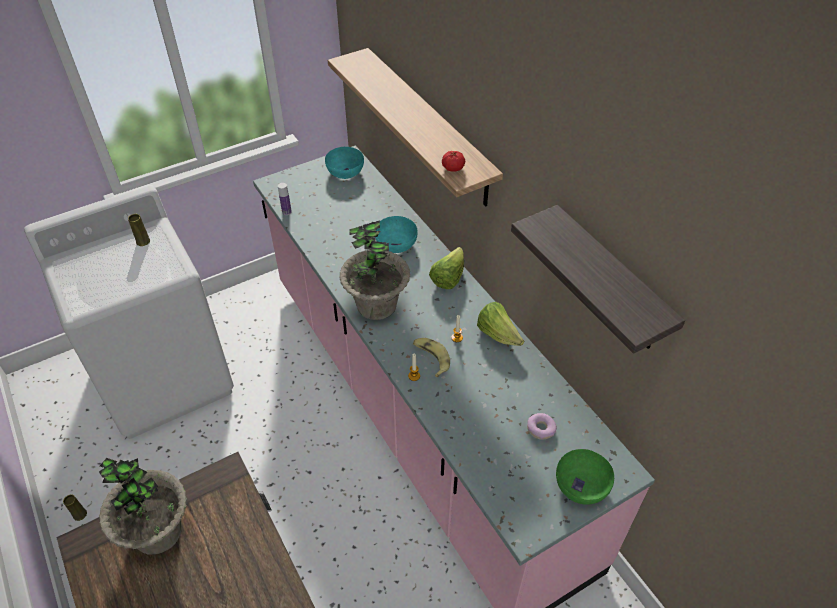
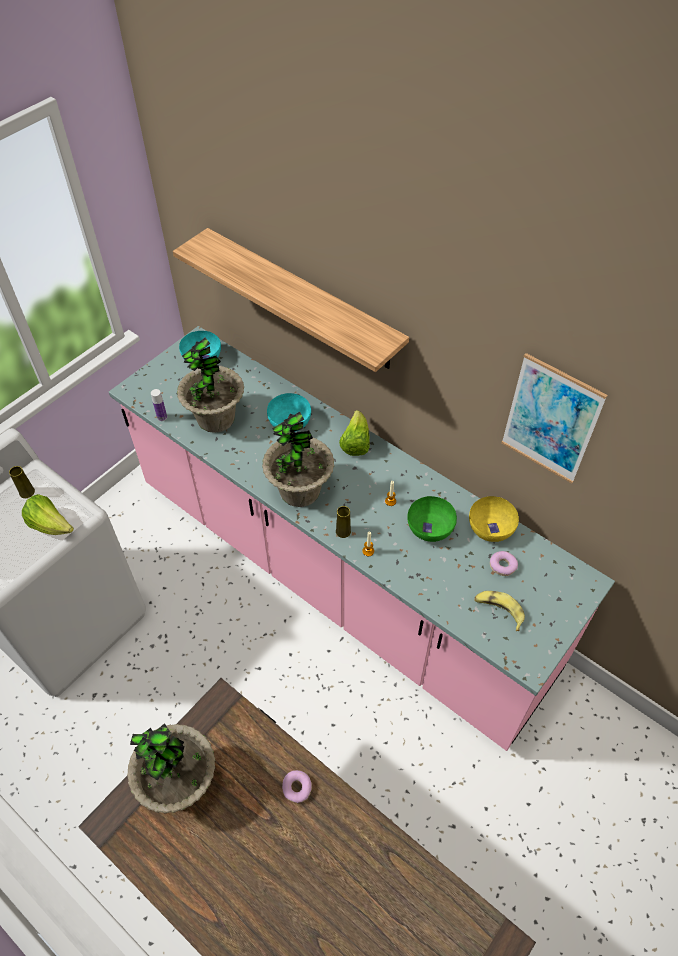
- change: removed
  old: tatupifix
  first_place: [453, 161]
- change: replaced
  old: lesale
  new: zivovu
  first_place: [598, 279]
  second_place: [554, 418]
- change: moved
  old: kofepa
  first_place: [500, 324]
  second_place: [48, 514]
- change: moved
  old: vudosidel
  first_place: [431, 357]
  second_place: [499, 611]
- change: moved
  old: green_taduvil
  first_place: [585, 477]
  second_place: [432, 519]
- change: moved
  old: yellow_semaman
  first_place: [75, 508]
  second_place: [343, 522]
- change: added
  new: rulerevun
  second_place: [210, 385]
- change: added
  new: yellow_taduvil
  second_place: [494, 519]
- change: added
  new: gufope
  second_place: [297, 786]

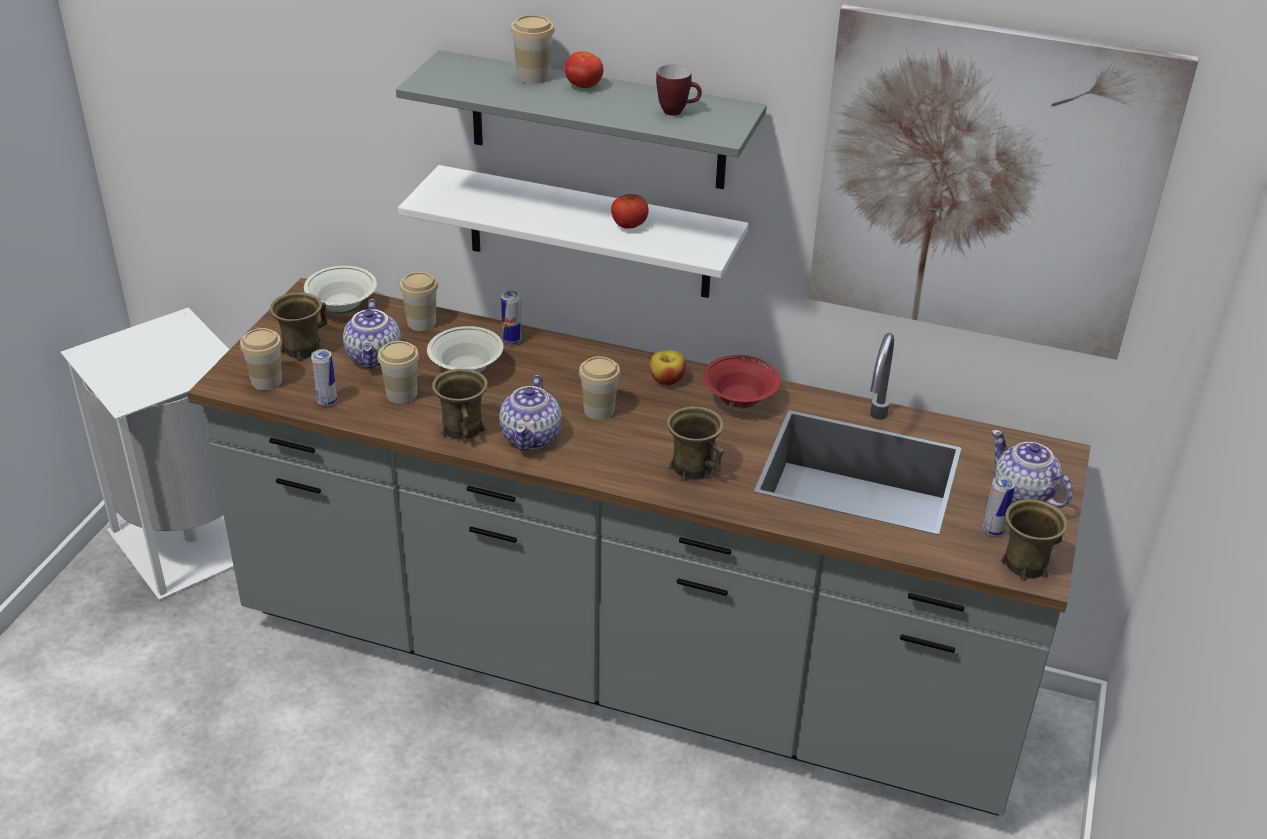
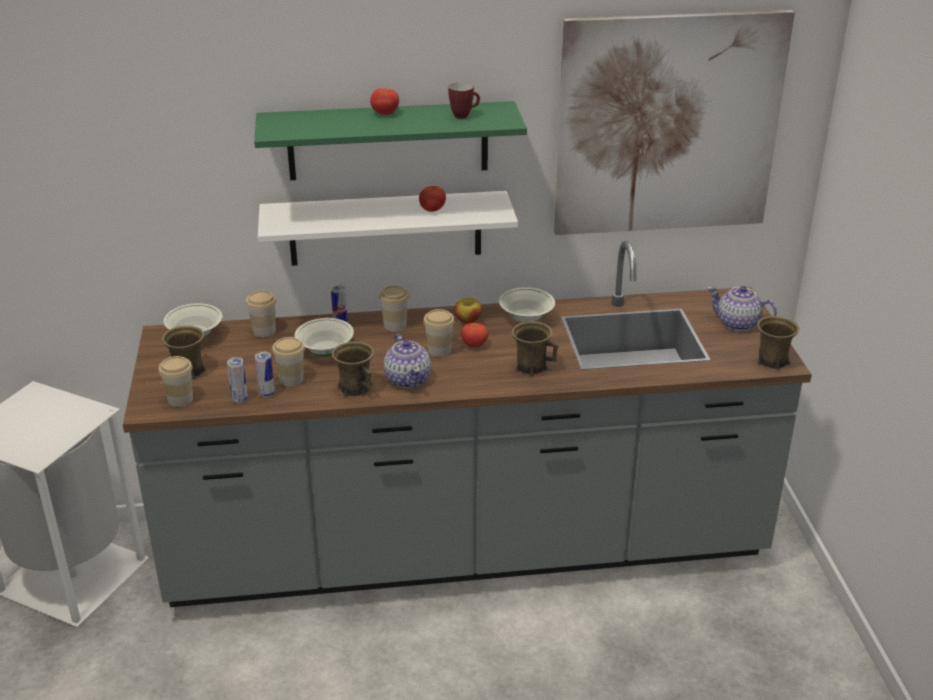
- change: moved
  old: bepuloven
  first_place: [532, 49]
  second_place: [394, 309]
- change: recoloured
  old: grey_lesale
  new: green_lesale
  first_place: [581, 119]
  second_place: [390, 140]
- change: removed
  old: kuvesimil
  first_place: [372, 334]
- change: recoloured
  old: red_taduvil
  new: white_taduvil
  first_place: [742, 382]
  second_place: [527, 305]
- change: moved
  old: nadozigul
  first_place: [999, 505]
  second_place: [265, 374]
- change: added
  new: tatupifix
  second_place: [474, 335]

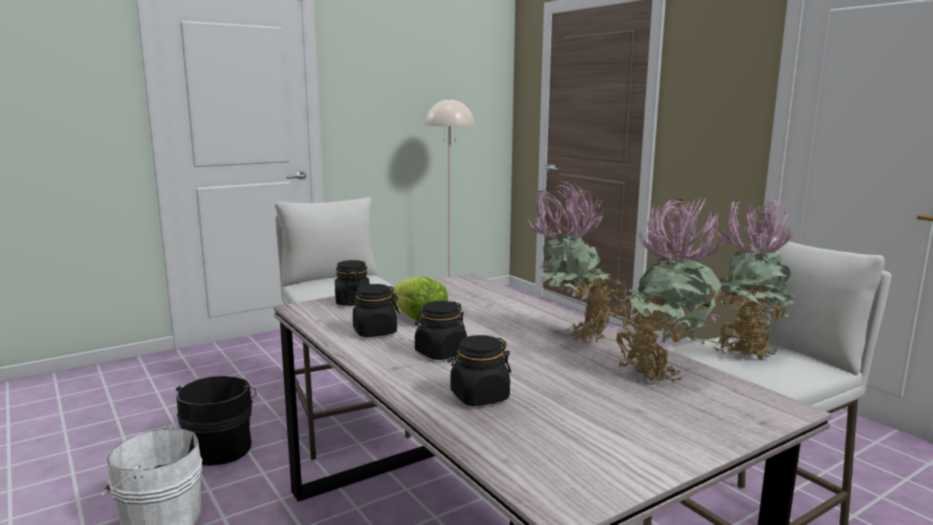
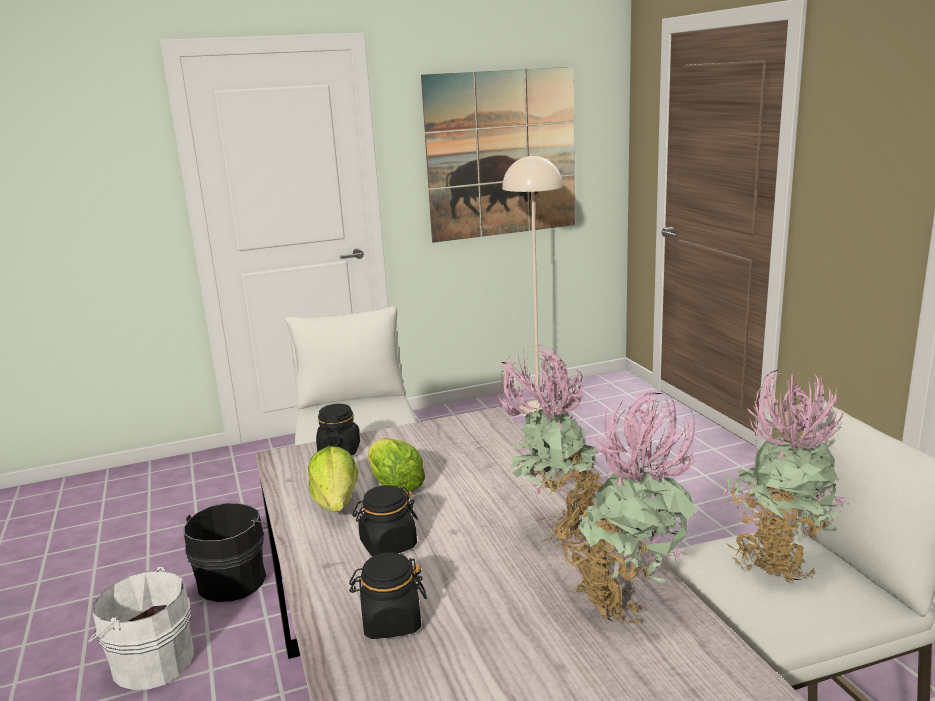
- change: replaced
  old: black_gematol
  new: kofepa
  first_place: [373, 310]
  second_place: [333, 479]
- change: added
  new: zivovu
  second_place: [498, 155]

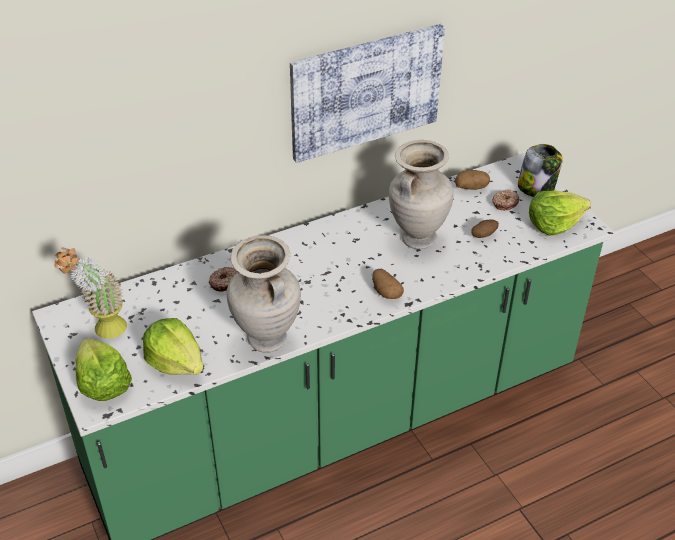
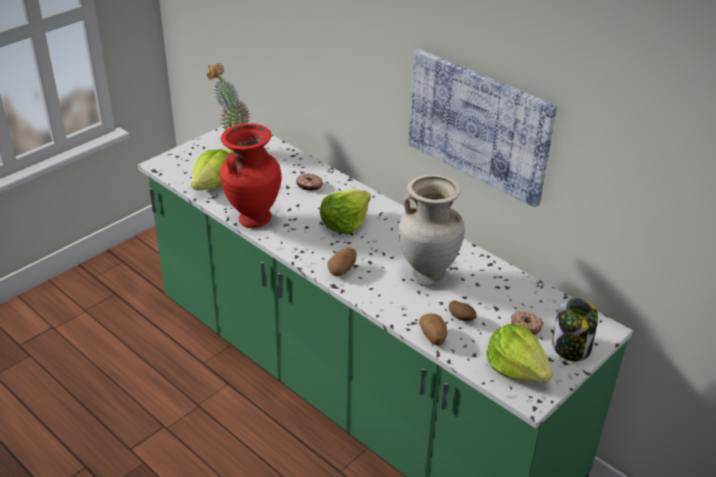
- change: moved
  old: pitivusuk
  first_place: [472, 180]
  second_place: [433, 329]
- change: recoloured
  old: beige_semaman
  new: red_semaman
  first_place: [264, 294]
  second_place: [250, 175]
- change: moved
  old: kofepa
  first_place: [103, 369]
  second_place: [345, 211]

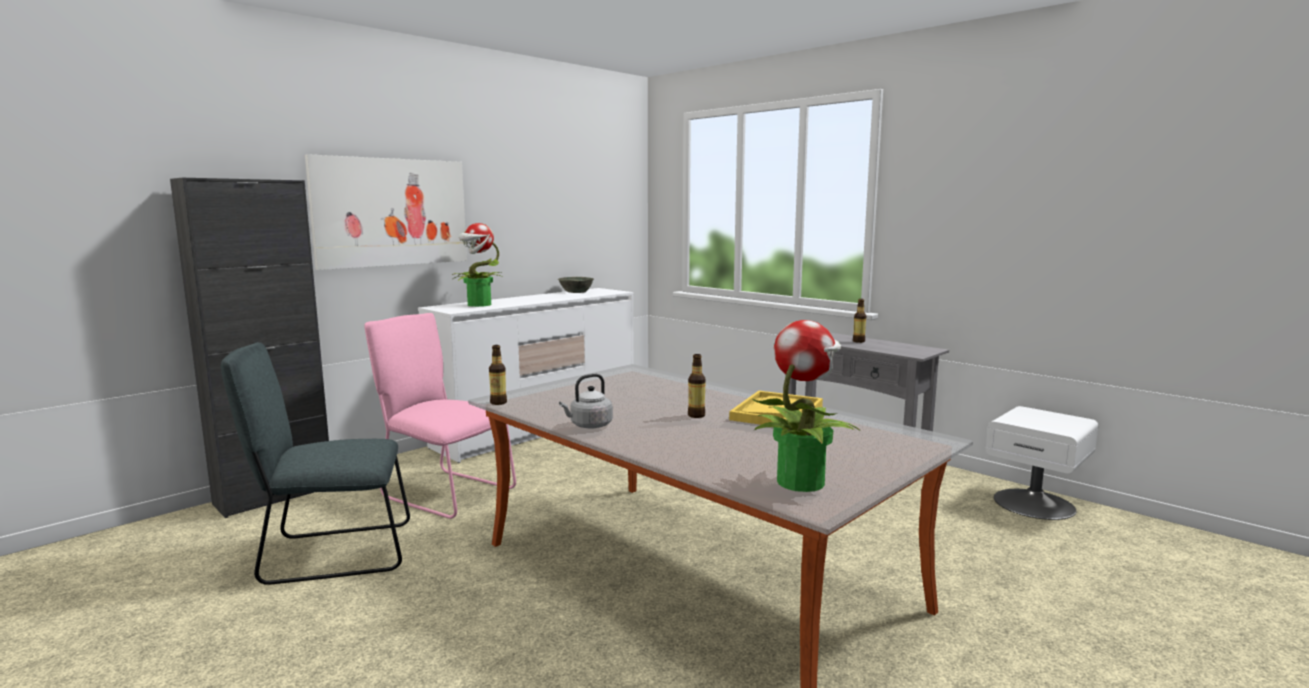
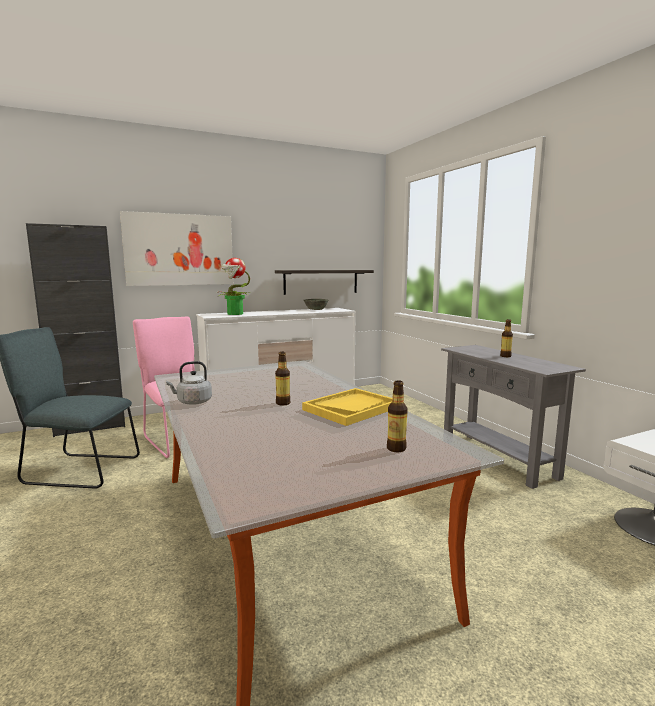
- change: removed
  old: rulerevun
  first_place: [806, 406]
- change: moved
  old: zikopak
  first_place: [498, 375]
  second_place: [397, 416]
- change: added
  new: lesale
  second_place: [324, 282]

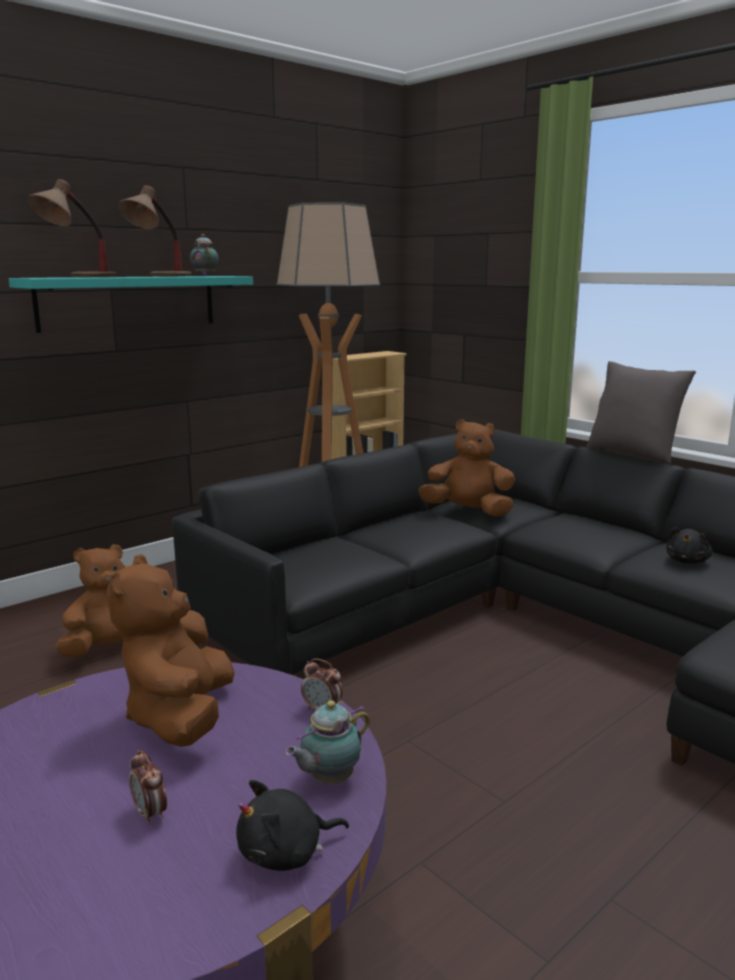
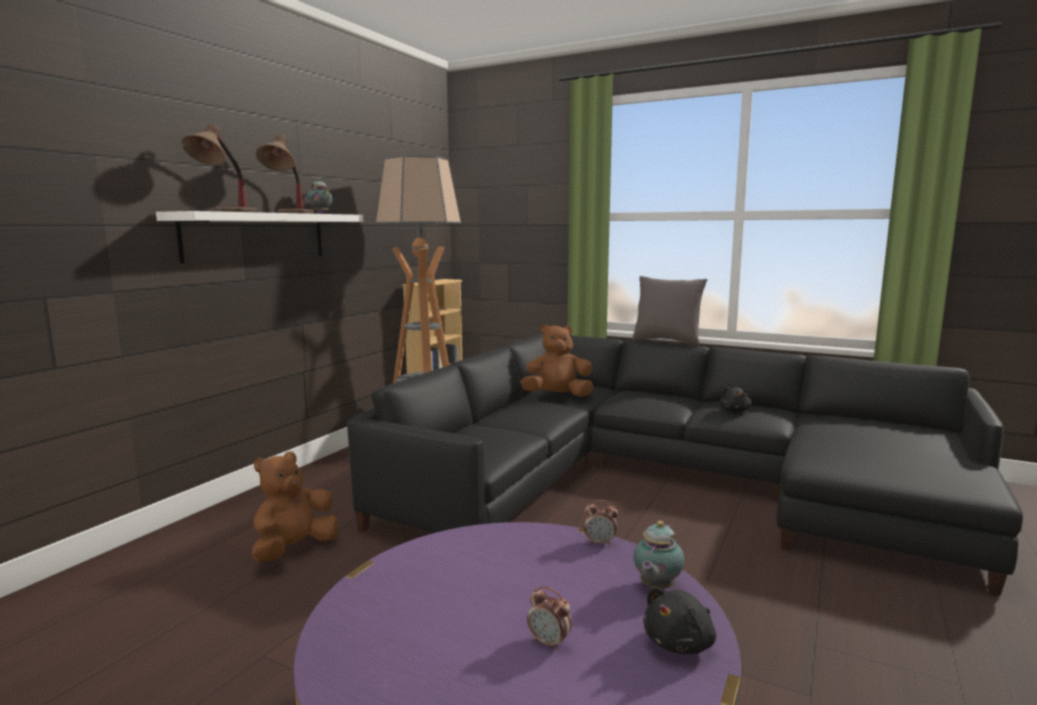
- change: recoloured
  old: turquoise_lesale
  new: white_lesale
  first_place: [131, 304]
  second_place: [259, 237]
- change: removed
  old: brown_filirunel
  first_place: [170, 650]

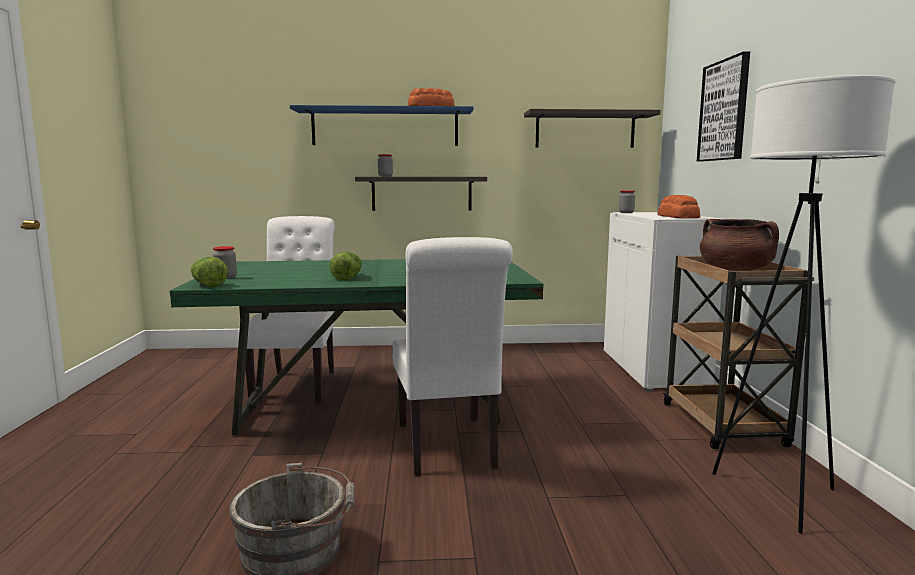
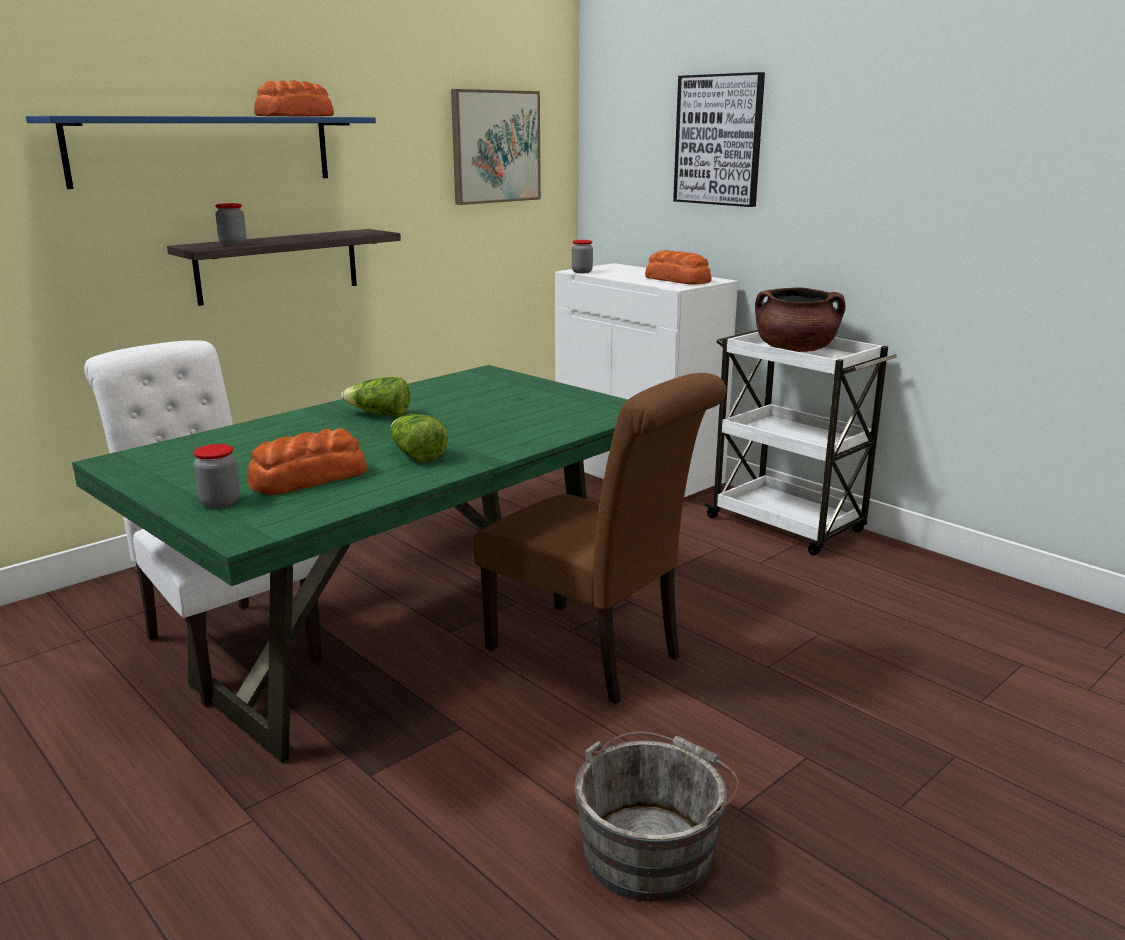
- change: removed
  old: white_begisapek
  first_place: [804, 304]
- change: replaced
  old: lesale
  new: zivovu
  first_place: [592, 128]
  second_place: [496, 147]
- change: recoloured
  old: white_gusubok
  new: brown_gusubok
  first_place: [452, 356]
  second_place: [599, 538]
- change: recoloured
  old: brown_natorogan
  new: white_natorogan
  first_place: [739, 352]
  second_place: [800, 442]
- change: moved
  old: kofepa
  first_place: [209, 272]
  second_place: [375, 397]
- change: added
  new: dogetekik
  second_place: [307, 461]

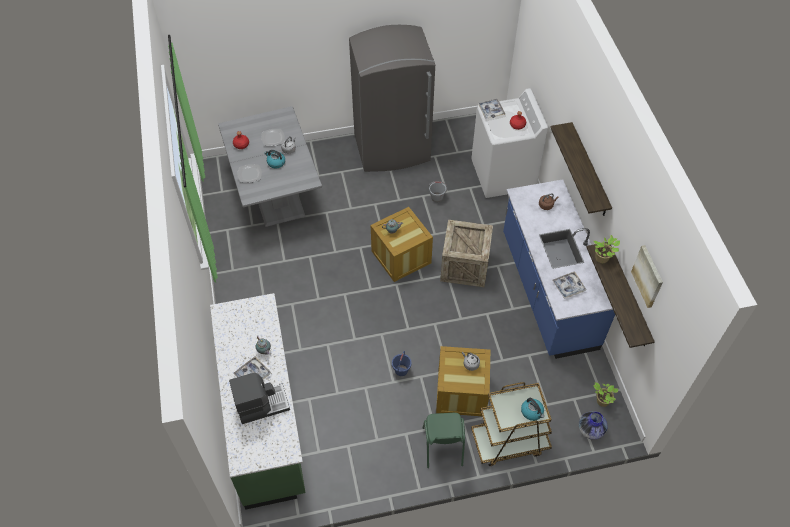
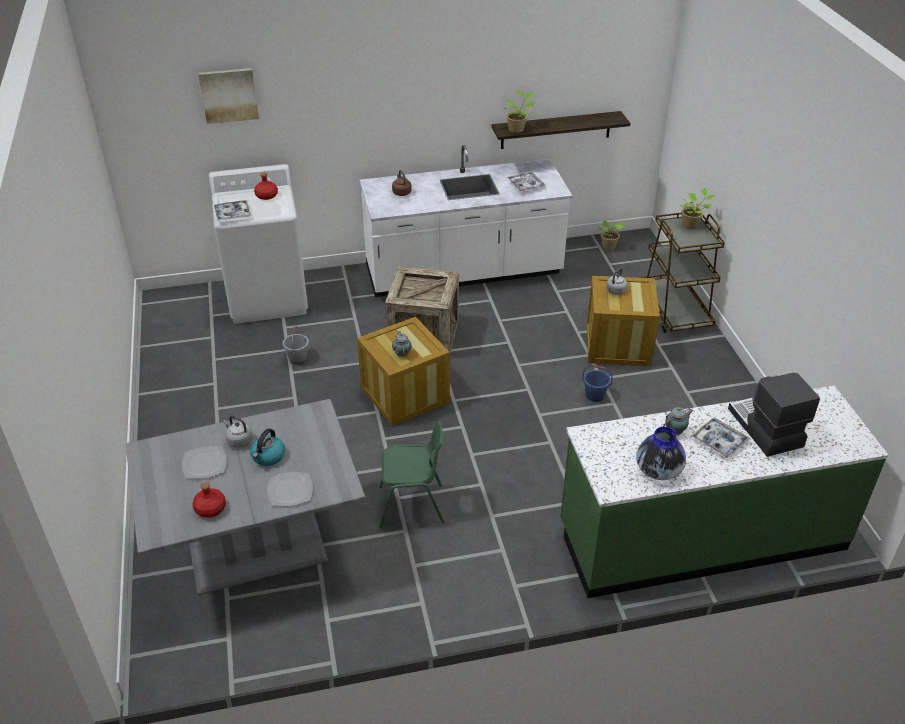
- change: removed
  old: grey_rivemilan
  first_place: [392, 98]
- change: removed
  old: lesale
  first_place: [581, 169]
- change: recoloured
  old: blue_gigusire
  new: white_gigusire
  first_place: [559, 269]
  second_place: [465, 221]
- change: moved
  old: zivovu
  first_place: [647, 276]
  second_place: [228, 96]
- change: replaced
  old: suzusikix
  new: rulerevun
  first_place: [532, 409]
  second_place: [697, 208]
- change: moved
  old: semaman
  first_place: [593, 425]
  second_place: [661, 453]
- change: moved
  old: green_gusubok
  first_place: [444, 440]
  second_place: [412, 474]

